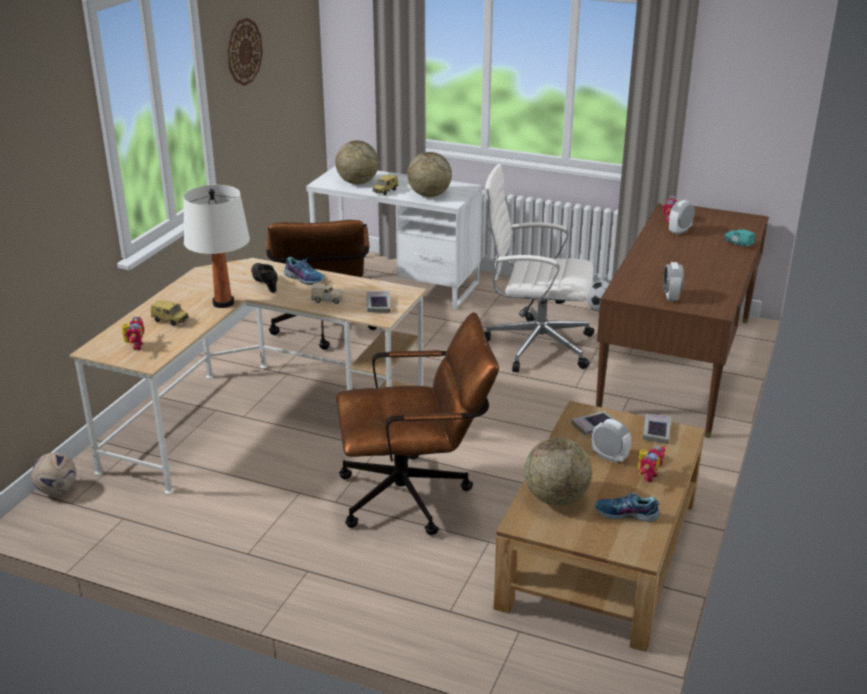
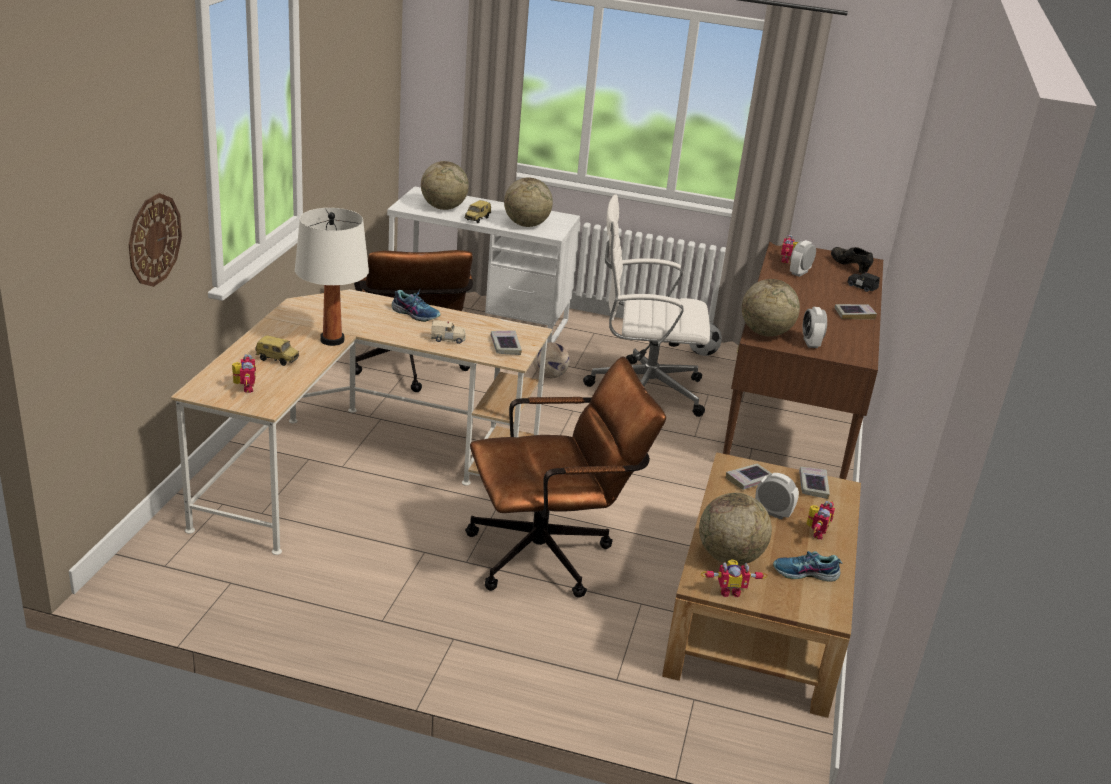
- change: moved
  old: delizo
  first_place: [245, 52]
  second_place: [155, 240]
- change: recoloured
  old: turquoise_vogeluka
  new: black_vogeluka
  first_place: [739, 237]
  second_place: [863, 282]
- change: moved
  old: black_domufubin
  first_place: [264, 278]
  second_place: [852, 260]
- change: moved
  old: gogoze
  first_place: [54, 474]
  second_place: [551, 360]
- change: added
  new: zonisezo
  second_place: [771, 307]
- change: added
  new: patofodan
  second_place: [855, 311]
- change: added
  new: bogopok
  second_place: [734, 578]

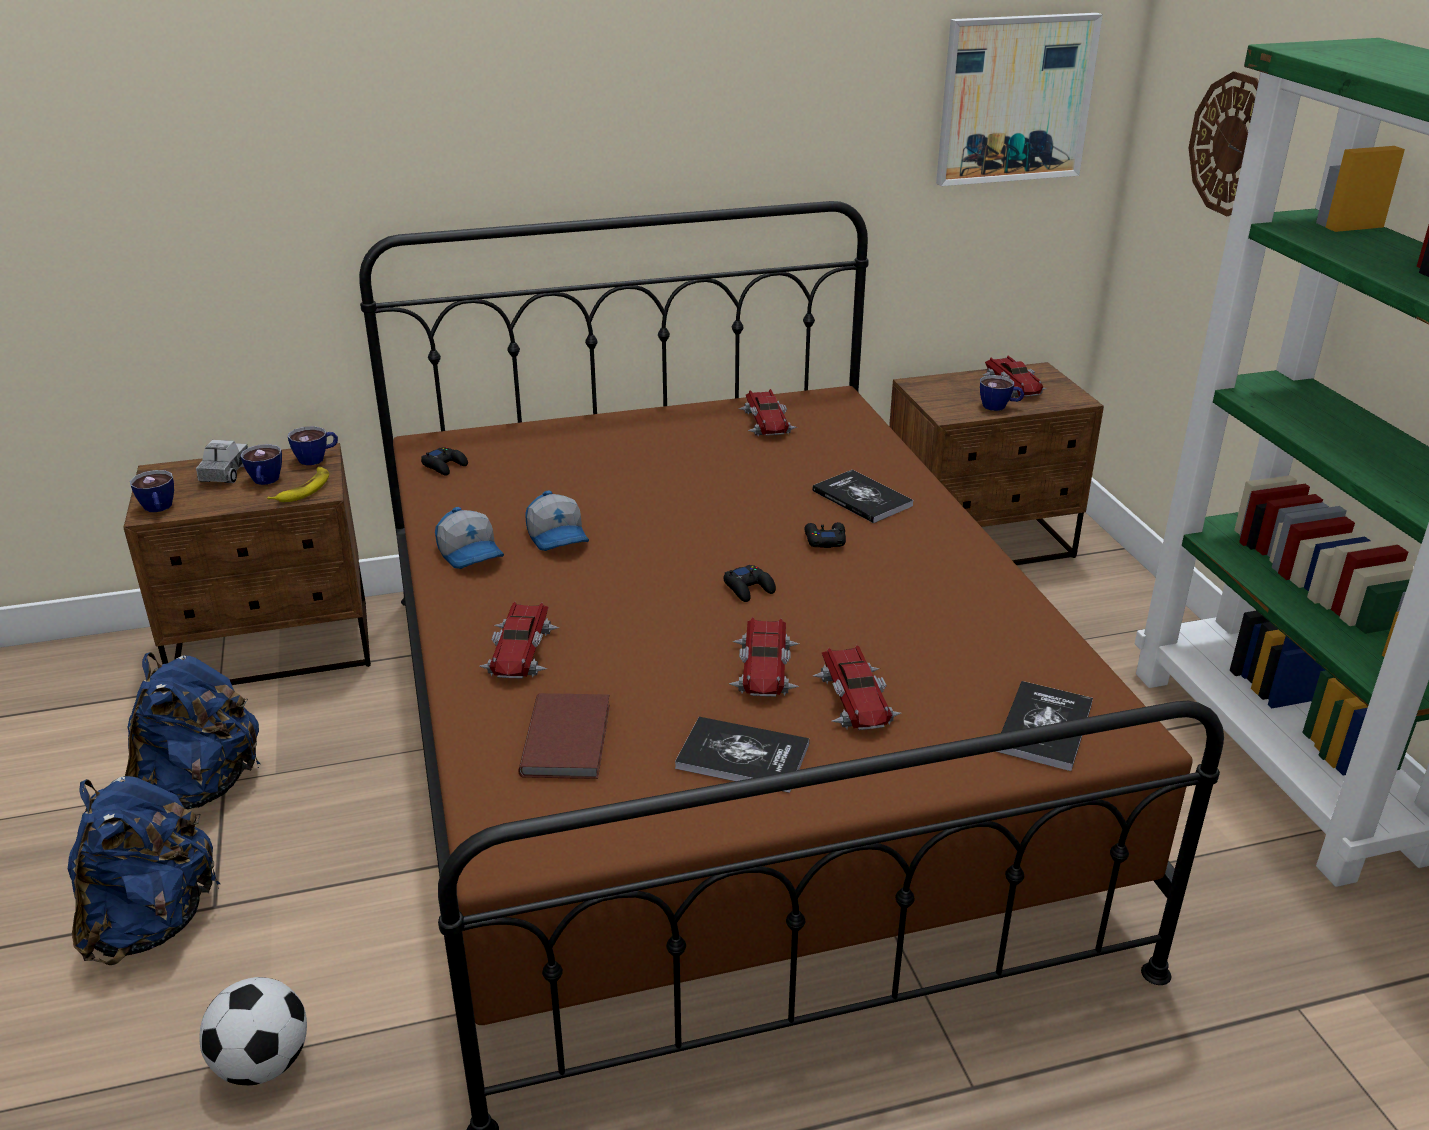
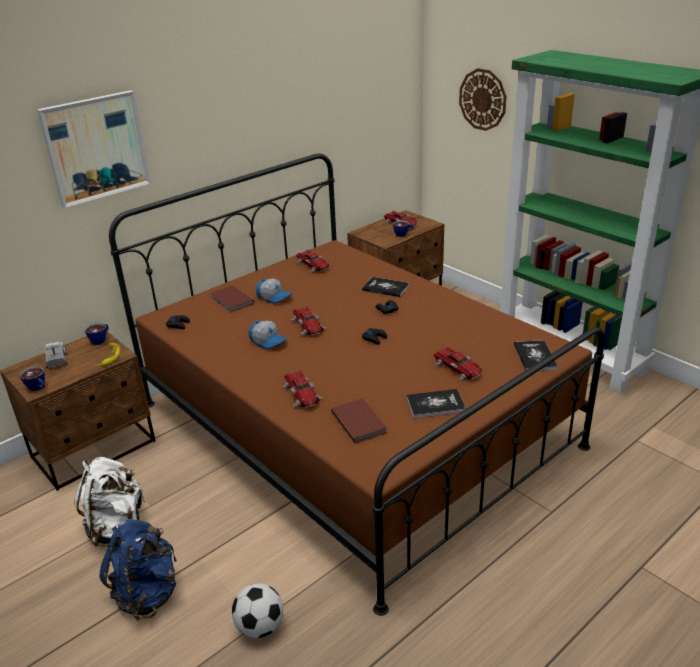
- change: moved
  old: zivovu
  first_place: [1019, 99]
  second_place: [94, 149]
- change: removed
  old: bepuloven
  first_place: [261, 464]
- change: moved
  old: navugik
  first_place: [469, 538]
  second_place: [274, 291]
- change: moved
  old: vogeluka
  first_place: [764, 657]
  second_place: [309, 321]
- change: recoloured
  old: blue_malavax
  new: white_malavax
  first_place: [192, 731]
  second_place: [110, 502]
- change: added
  new: brown_patofodan
  second_place: [233, 298]

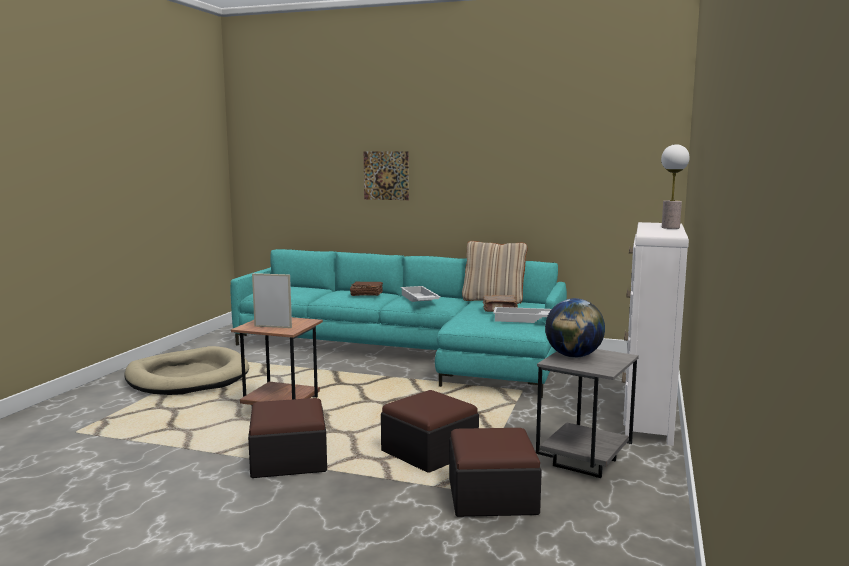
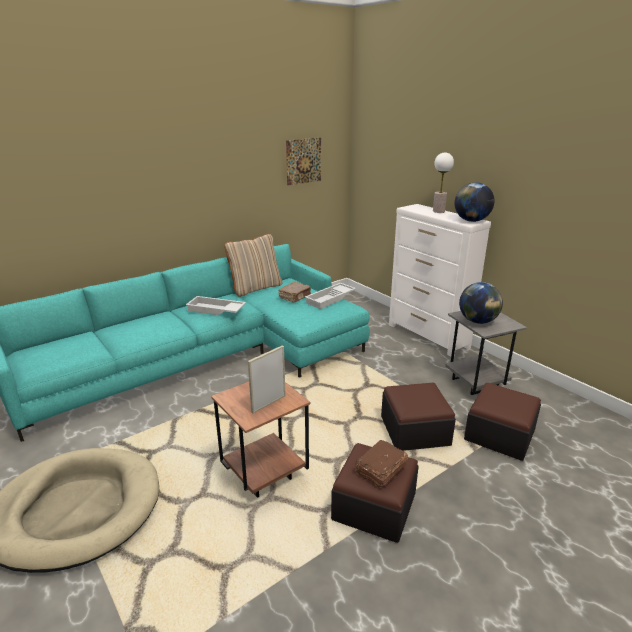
- change: moved
  old: zivovu
  first_place: [386, 176]
  second_place: [303, 161]
- change: moved
  old: brown_patofodan
  first_place: [366, 288]
  second_place: [381, 464]
- change: added
  new: zonisezo
  second_place: [474, 202]

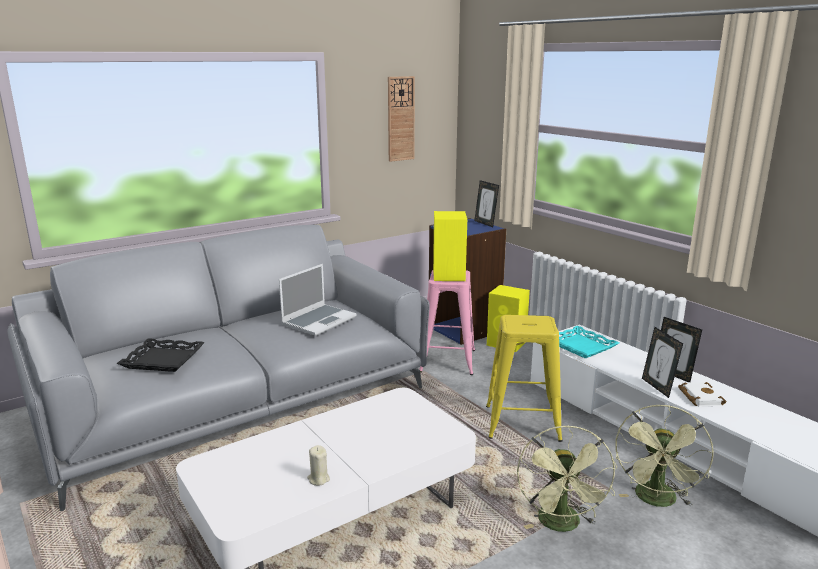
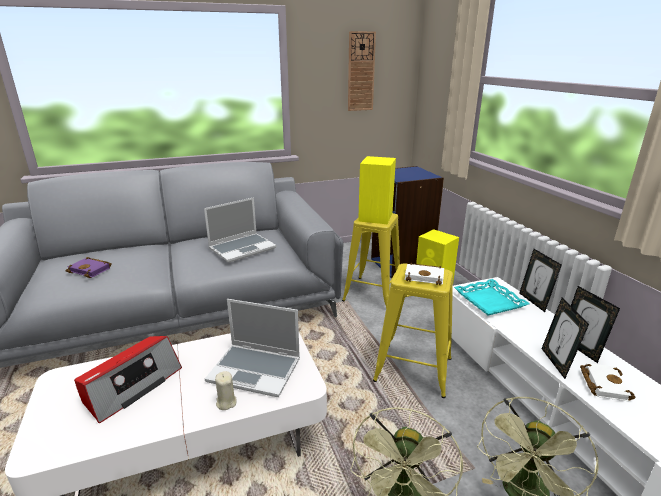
- change: moved
  old: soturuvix
  first_place: [486, 203]
  second_place: [540, 280]
- change: recoloured
  old: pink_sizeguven
  new: yellow_sizeguven
  first_place: [447, 322]
  second_place: [371, 260]
- change: replaced
  old: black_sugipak
  new: purple_patofodan
  first_place: [160, 355]
  second_place: [89, 267]
- change: moved
  old: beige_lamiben
  first_place: [318, 465]
  second_place: [226, 390]
- change: added
  new: white_patofodan
  second_place: [424, 273]
- change: added
  new: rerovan
  second_place: [252, 348]
- change: added
  new: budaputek
  second_place: [128, 379]

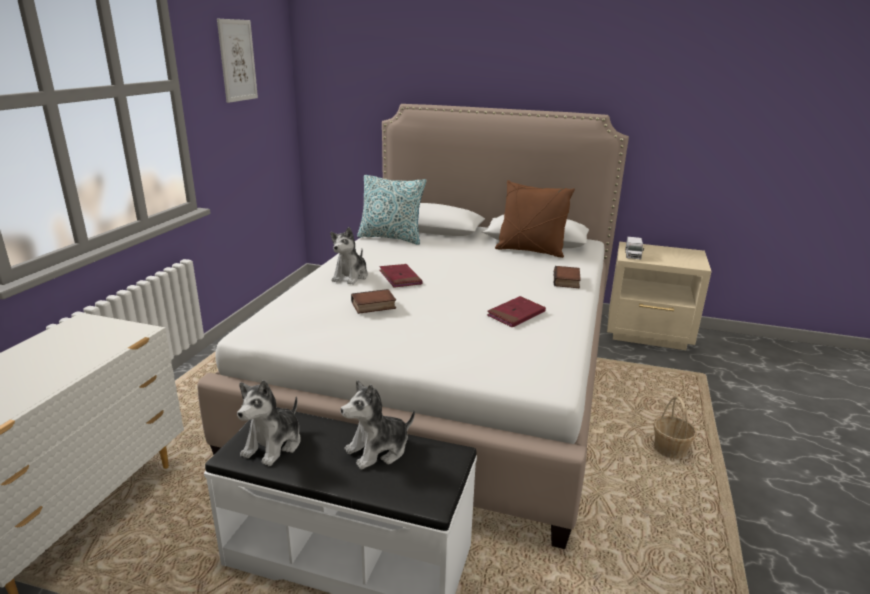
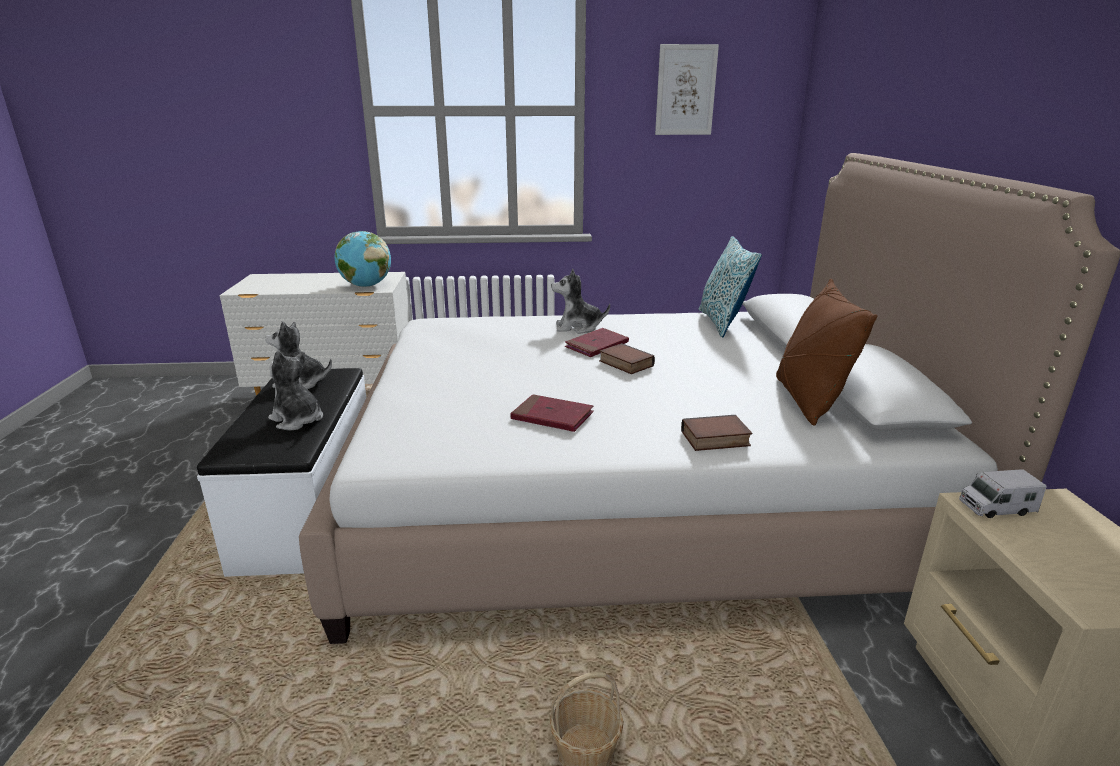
- change: moved
  old: patofodan
  first_place: [373, 301]
  second_place: [627, 358]
- change: added
  new: zonisezo
  second_place: [363, 259]

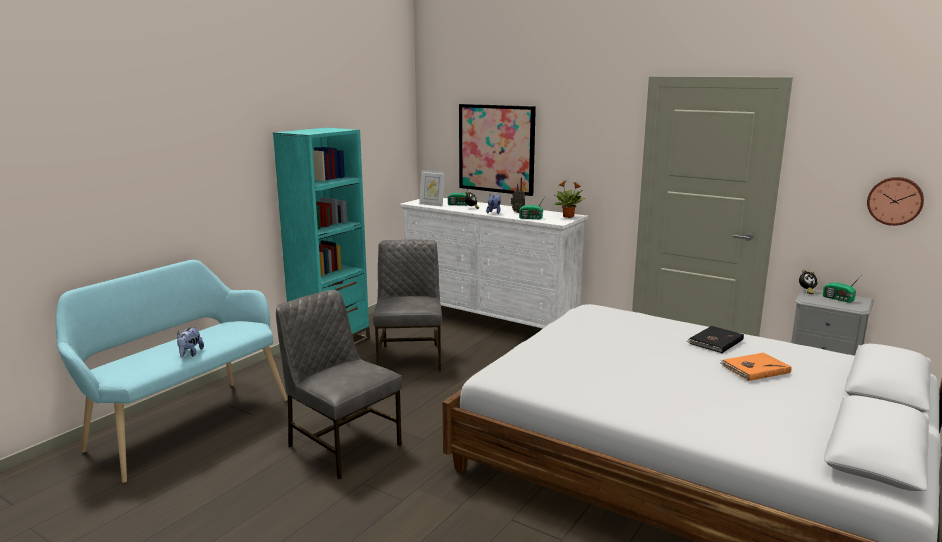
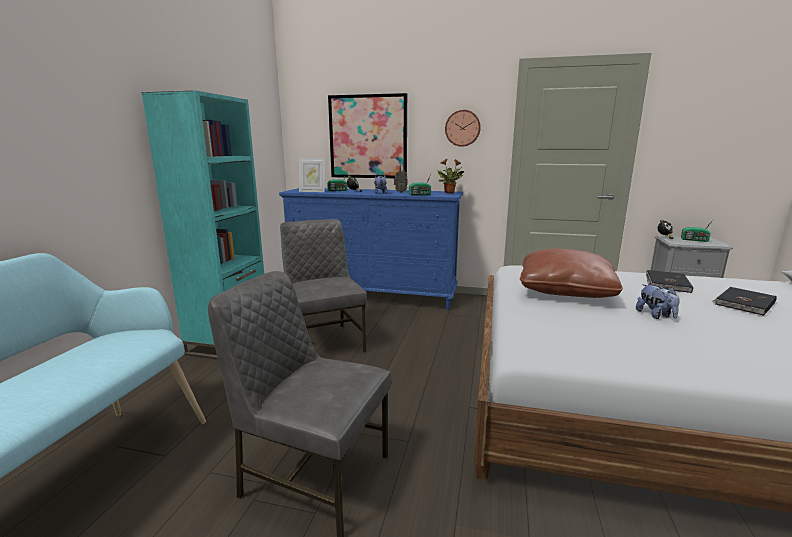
- change: moved
  old: delizo
  first_place: [895, 201]
  second_place: [463, 128]
- change: recoloured
  old: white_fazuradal
  new: blue_fazuradal
  first_place: [494, 263]
  second_place: [371, 249]
- change: moved
  old: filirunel
  first_place: [190, 341]
  second_place: [658, 301]
- change: recoloured
  old: orange_patofodan
  new: black_patofodan
  first_place: [755, 367]
  second_place: [744, 301]
- change: added
  new: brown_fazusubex
  second_place: [571, 273]

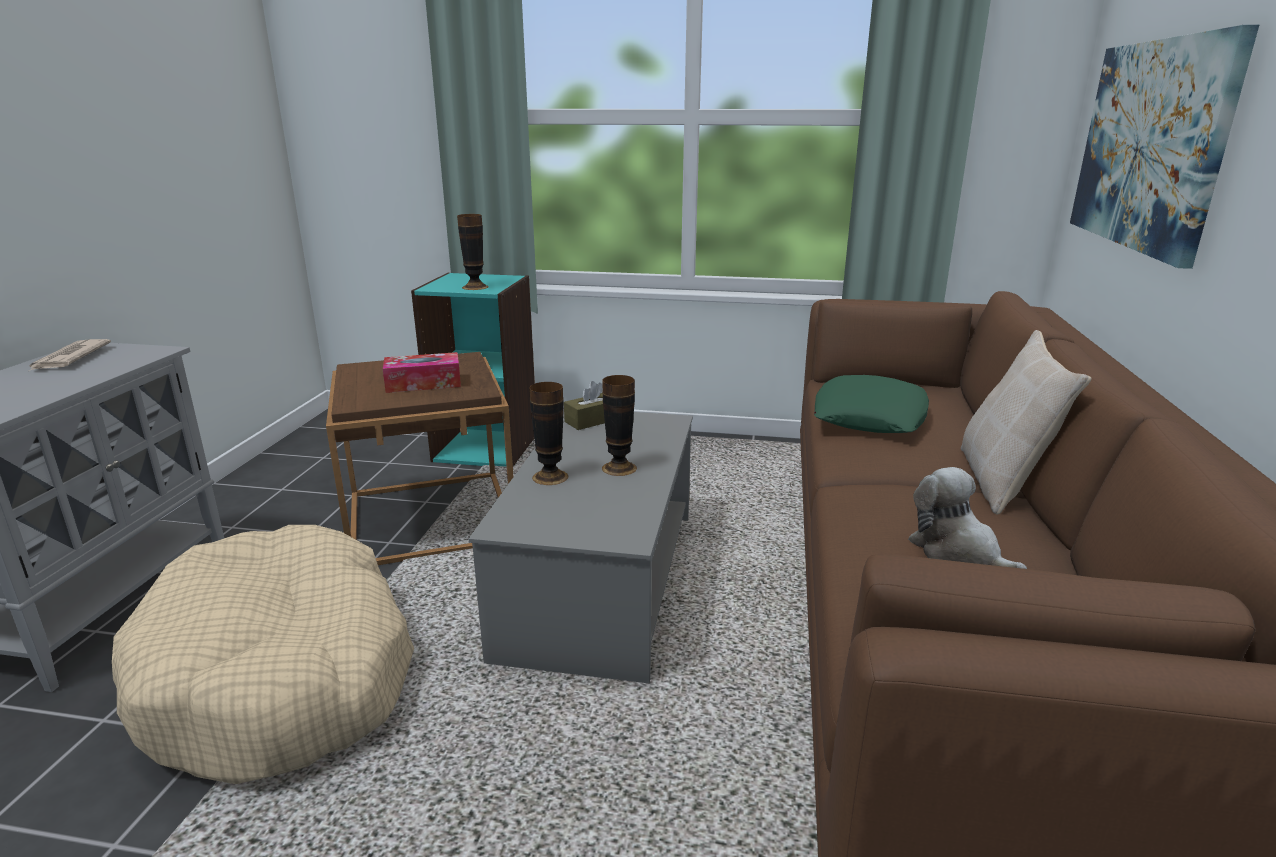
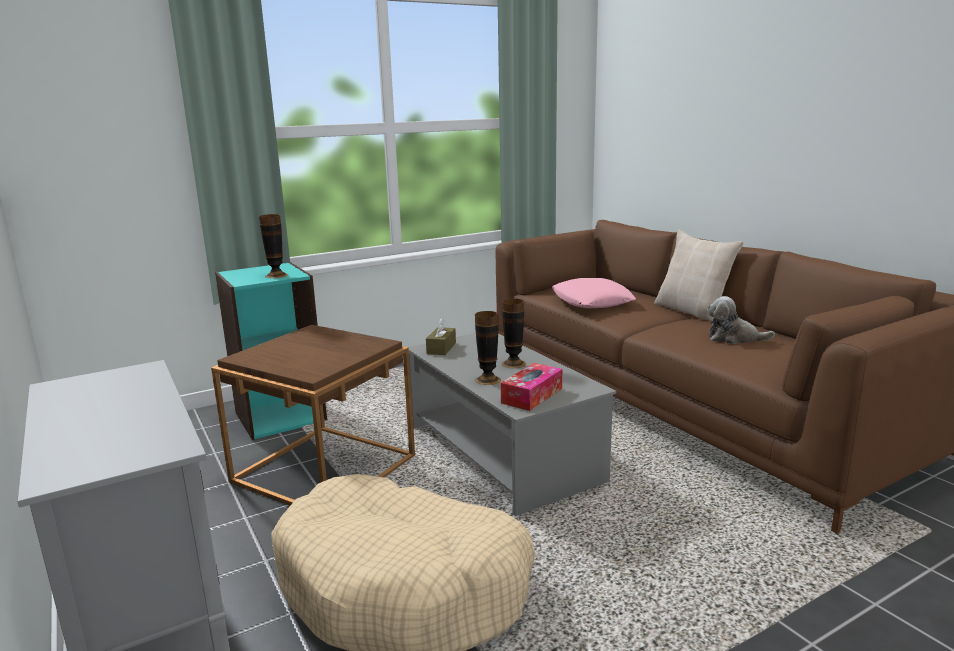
- change: removed
  old: zivovu
  first_place: [1164, 147]
- change: removed
  old: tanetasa
  first_place: [70, 355]
- change: moved
  old: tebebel
  first_place: [422, 372]
  second_place: [531, 387]
- change: recoloured
  old: green_fazusubex
  new: pink_fazusubex
  first_place: [871, 404]
  second_place: [594, 293]

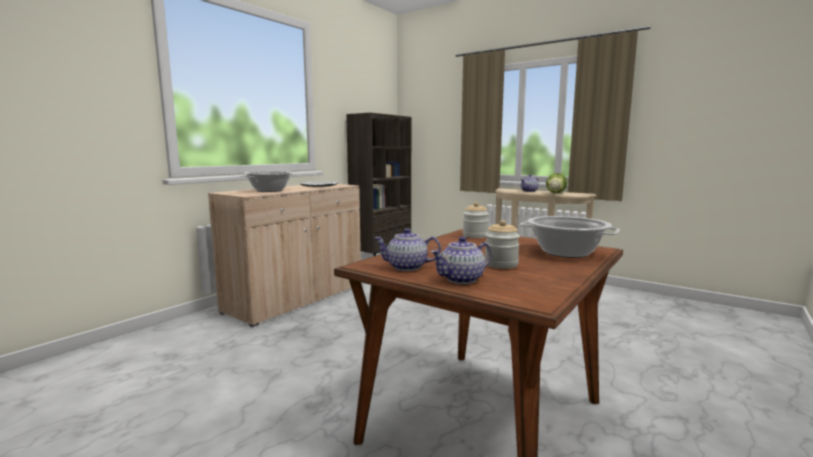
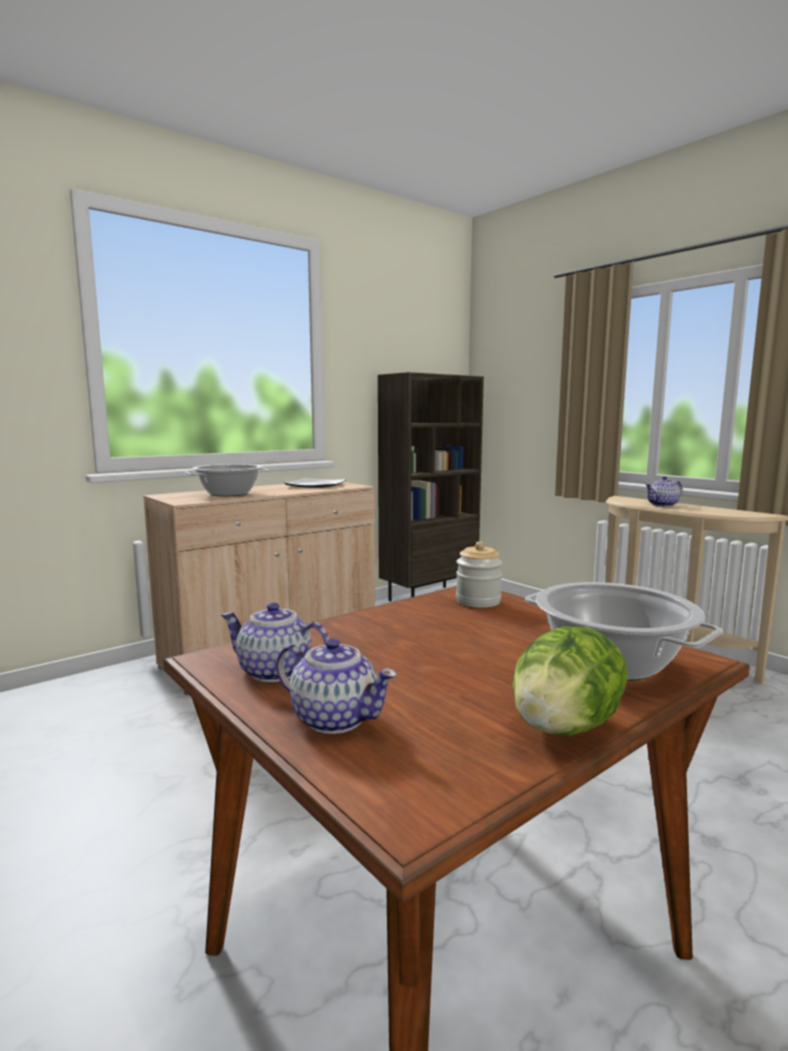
- change: moved
  old: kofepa
  first_place: [556, 183]
  second_place: [570, 681]
- change: removed
  old: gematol
  first_place: [502, 244]
- change: turned
  old: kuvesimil
  first_place: [461, 260]
  second_place: [336, 686]
  degrees: -135

